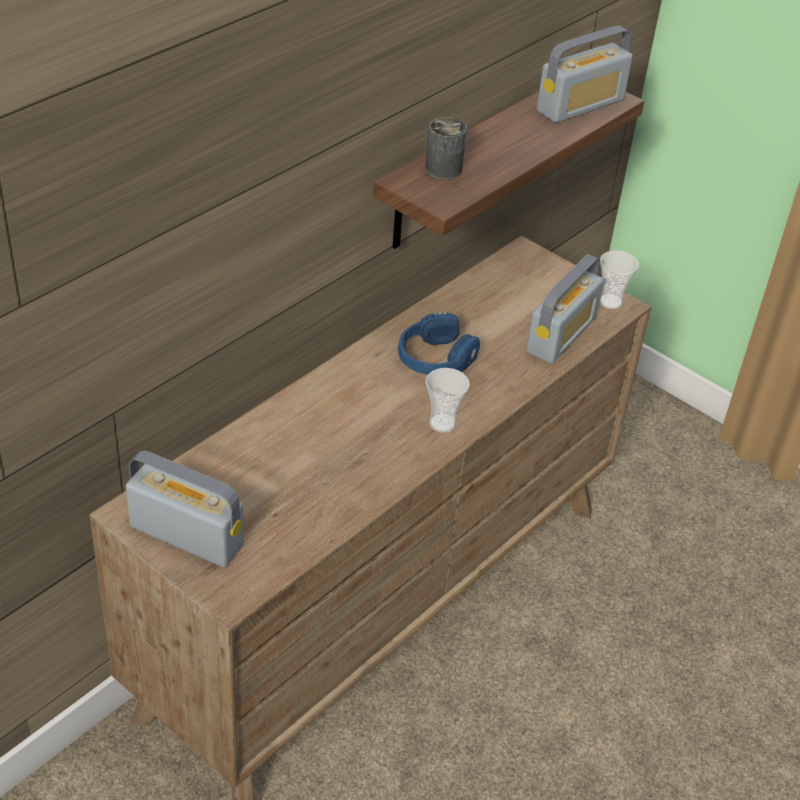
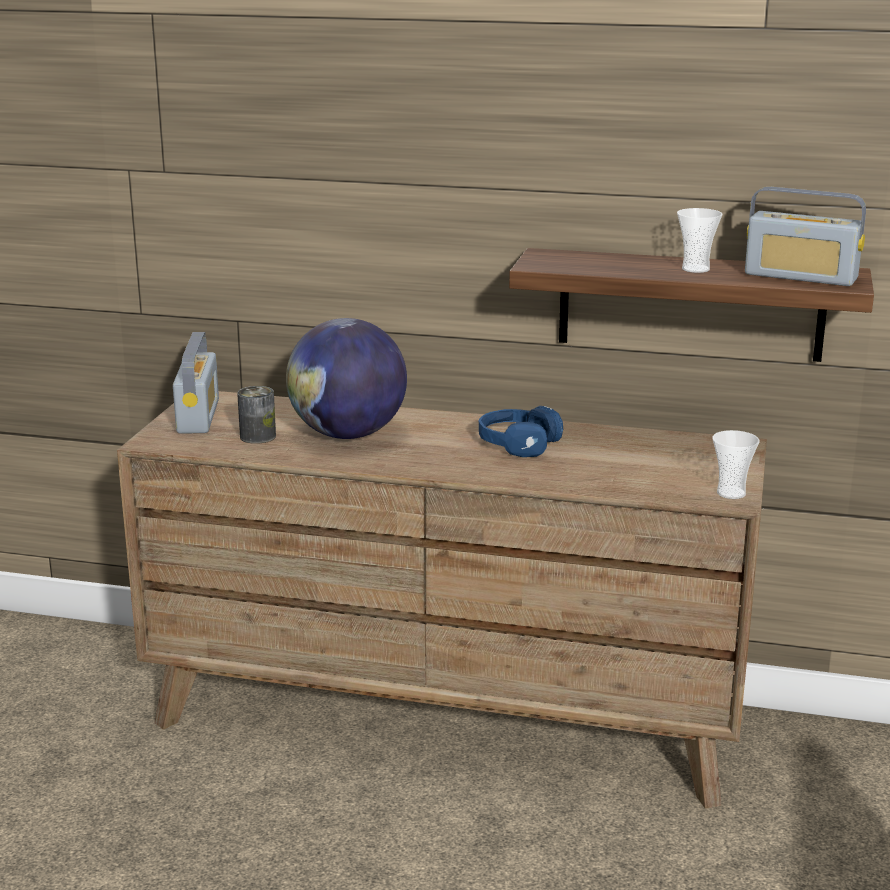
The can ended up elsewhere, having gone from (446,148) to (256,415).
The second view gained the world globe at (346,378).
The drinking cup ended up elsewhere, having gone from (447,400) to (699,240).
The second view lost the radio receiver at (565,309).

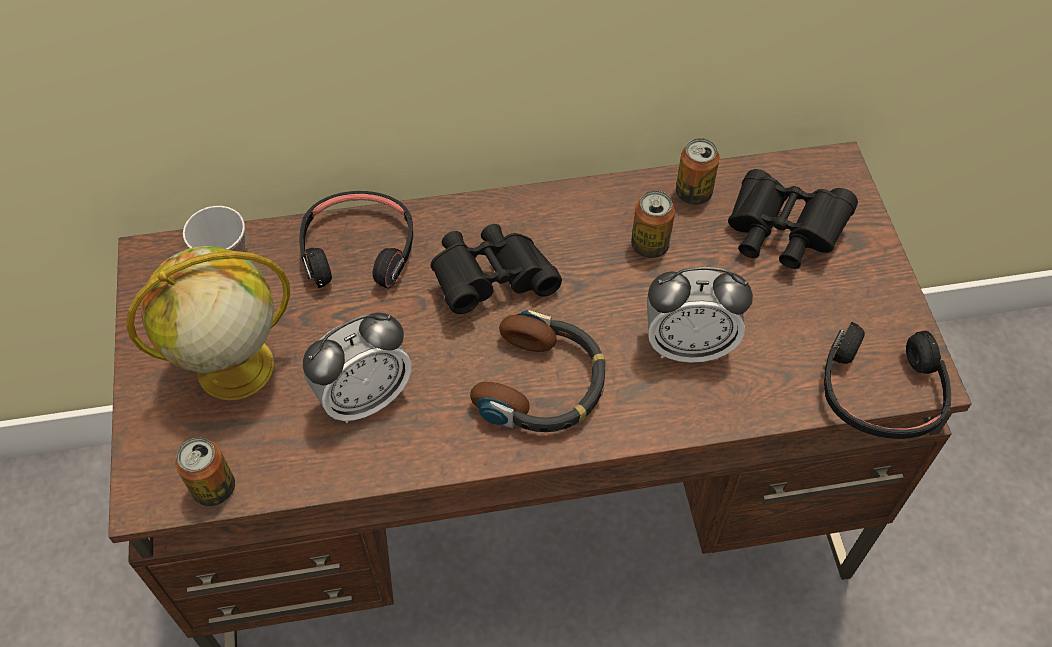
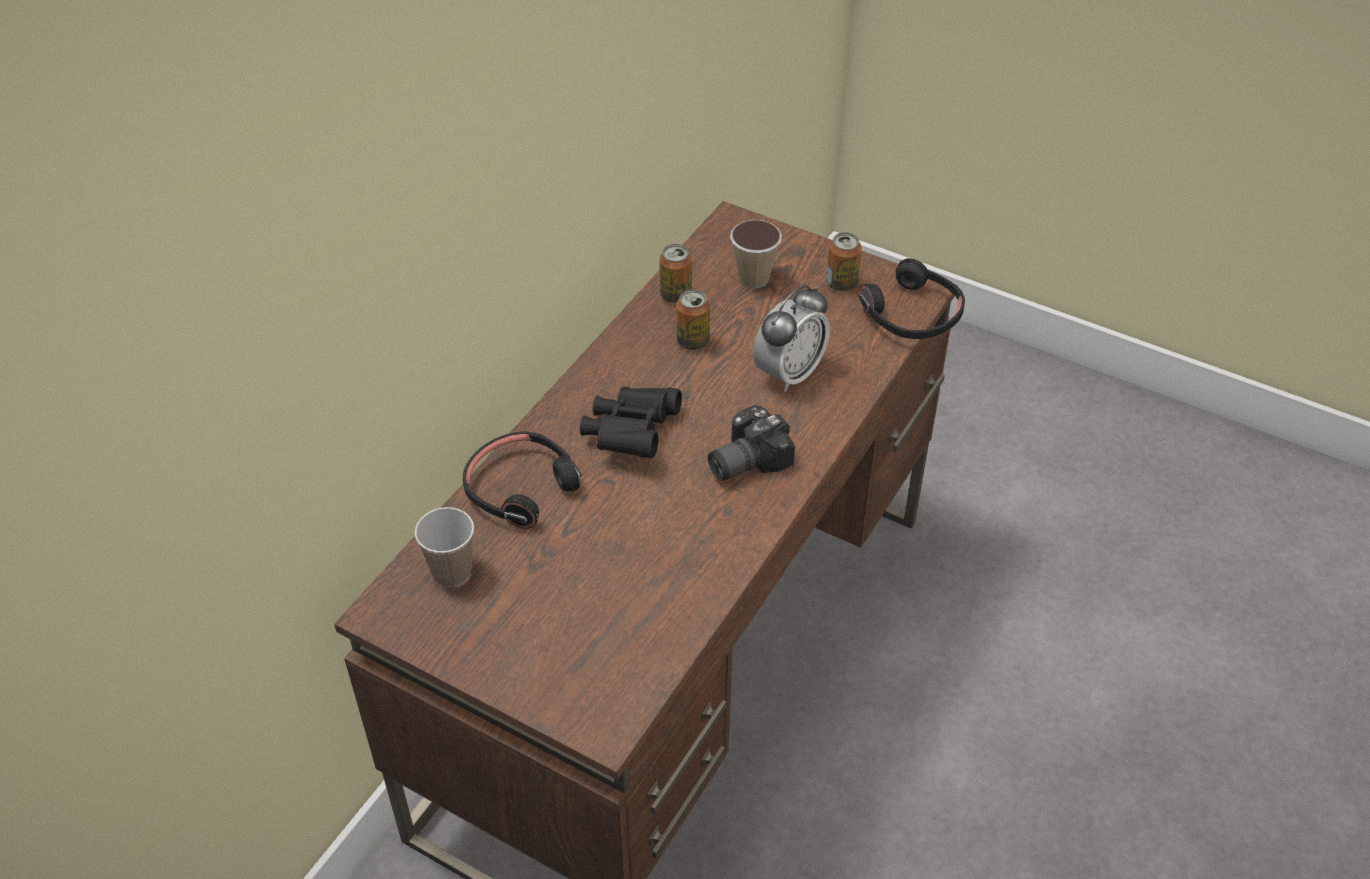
Where the pair of headphones stood at (538,371), the photo camera came to stand at (751,443).
Where the black binoculars stood at (793,219), the drinking cup came to stand at (756,254).
The can ended up elsewhere, having gone from (205,472) to (844,261).
The second view lost the world globe at (208,323).
The second view lost the alarm clock at (357,368).

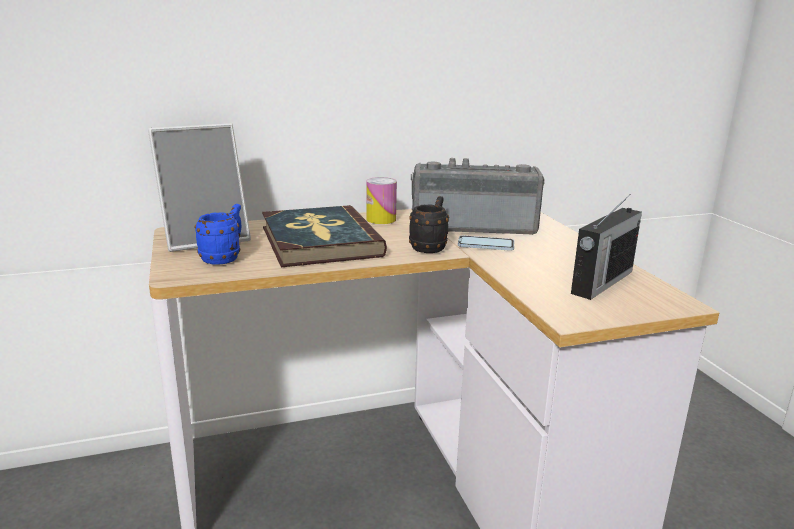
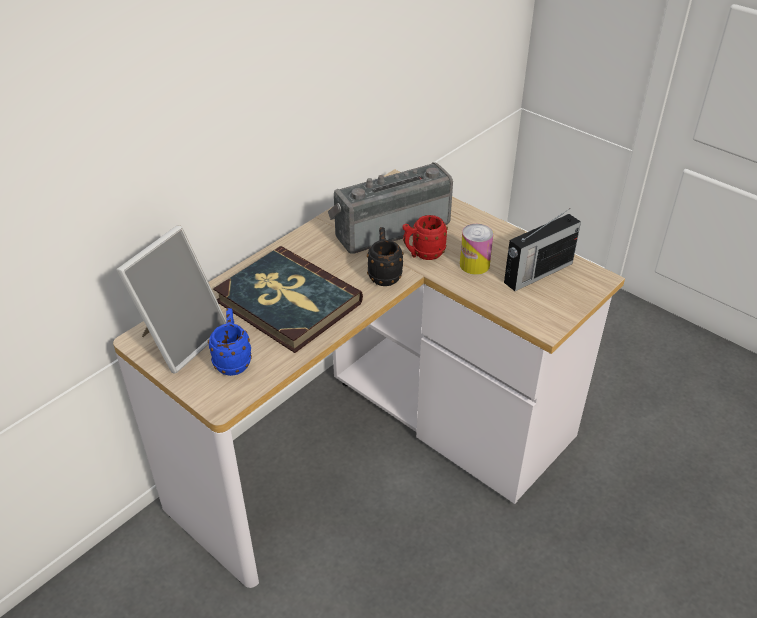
Where the telephone stood at (486,243), the red-coloured tea mug came to stand at (425,237).
The can ended up elsewhere, having gone from (381,200) to (477,249).
The radio receiver at (606,247) ended up facing another way, 45 degrees clockwise from before.

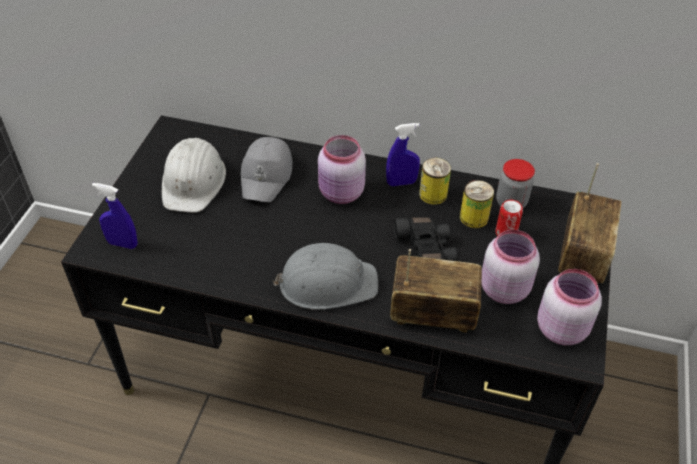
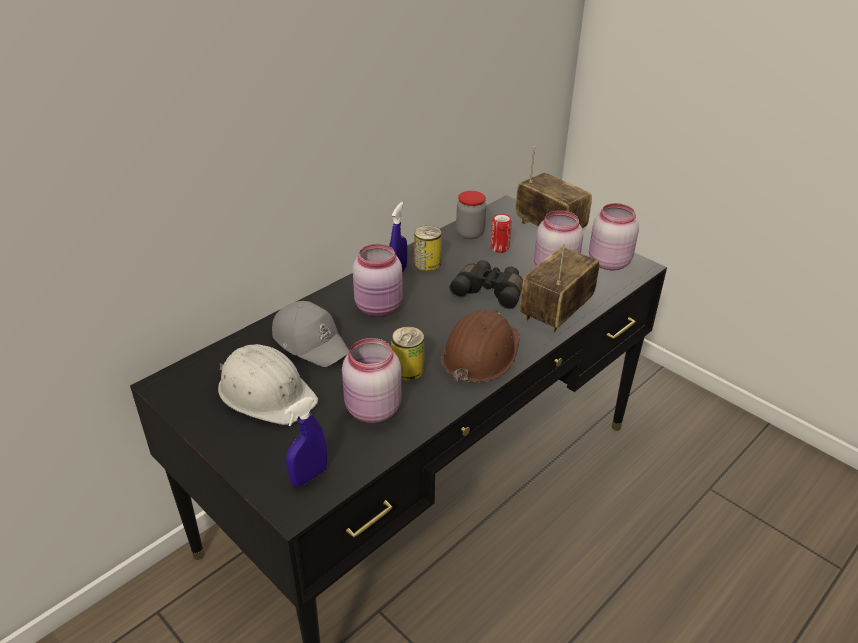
The second view gained the pink-coloured jar at (371,380).
The can ended up elsewhere, having gone from (477,204) to (407,353).
What was the grey work helmet at (325,276) turned into the brown work helmet at (480,346).

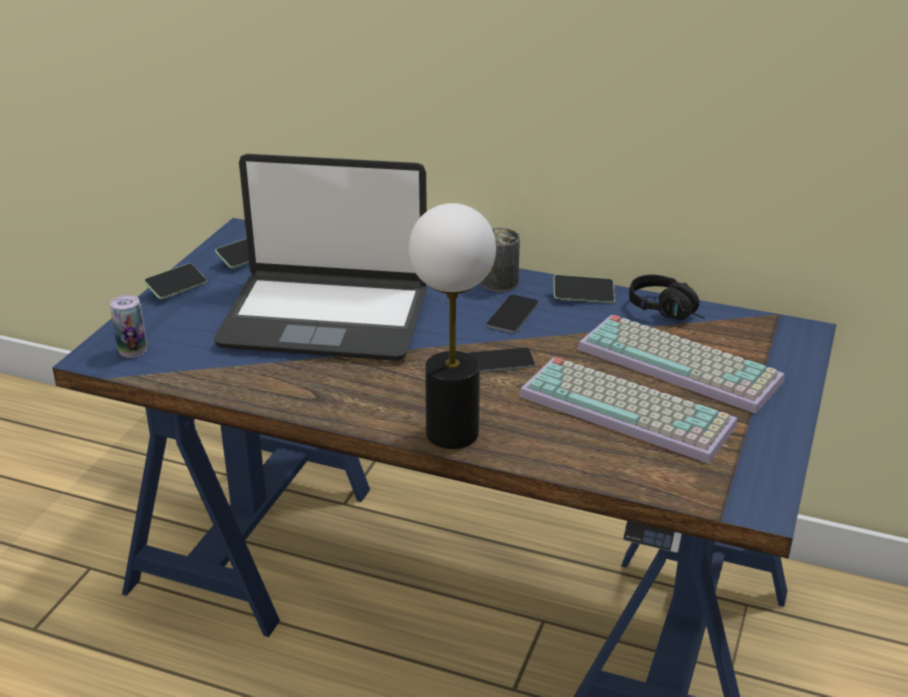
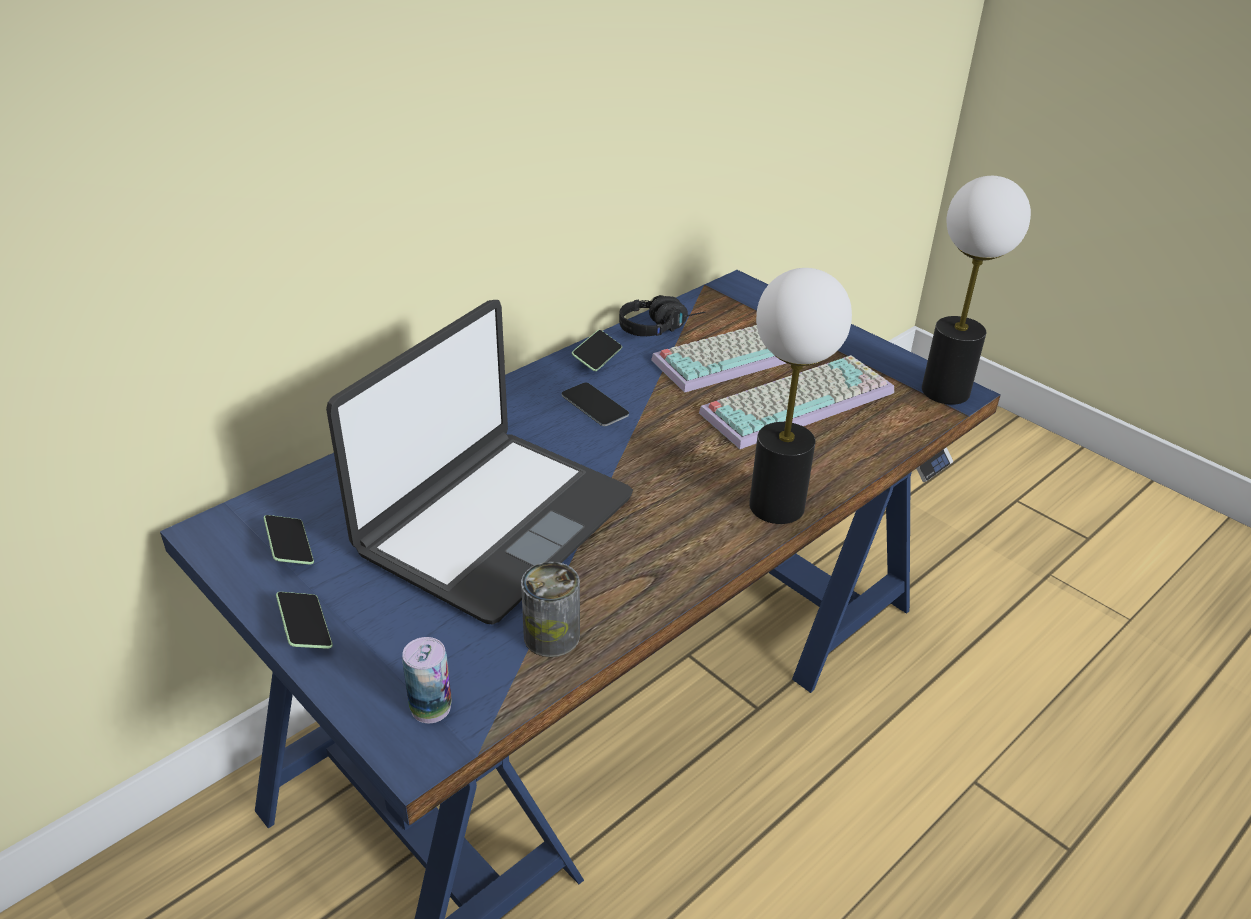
The can ended up elsewhere, having gone from (500,260) to (550,609).
The second view gained the table lamp at (976,290).
The second view lost the telephone at (501,360).

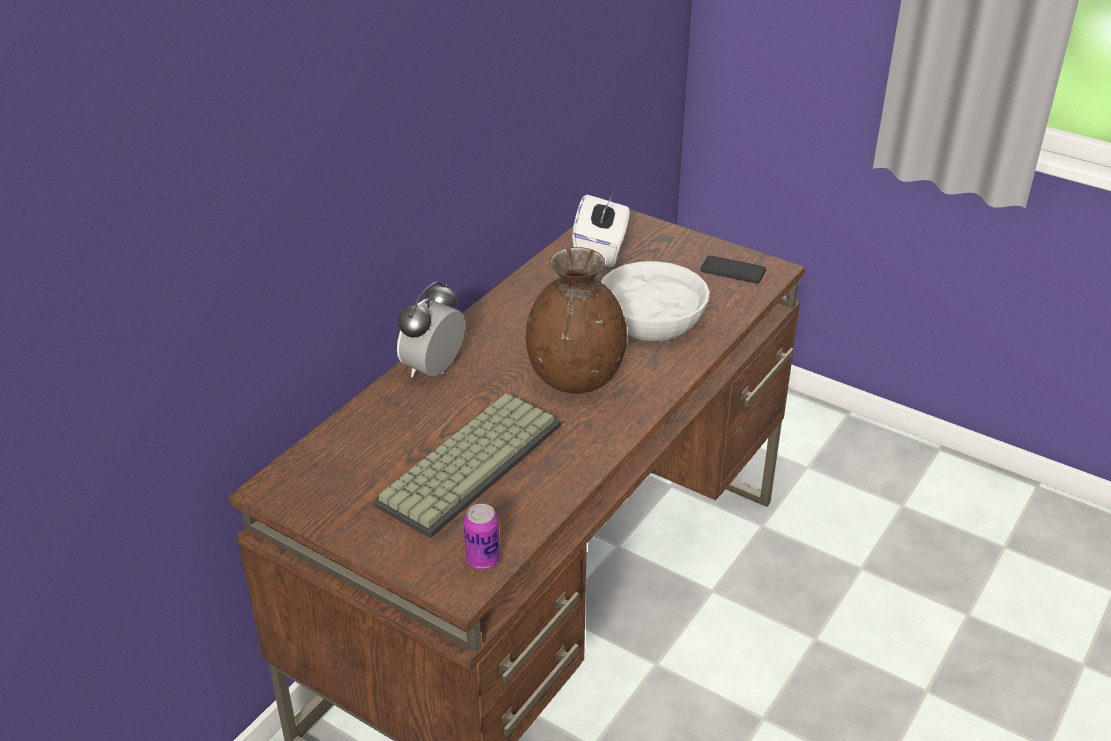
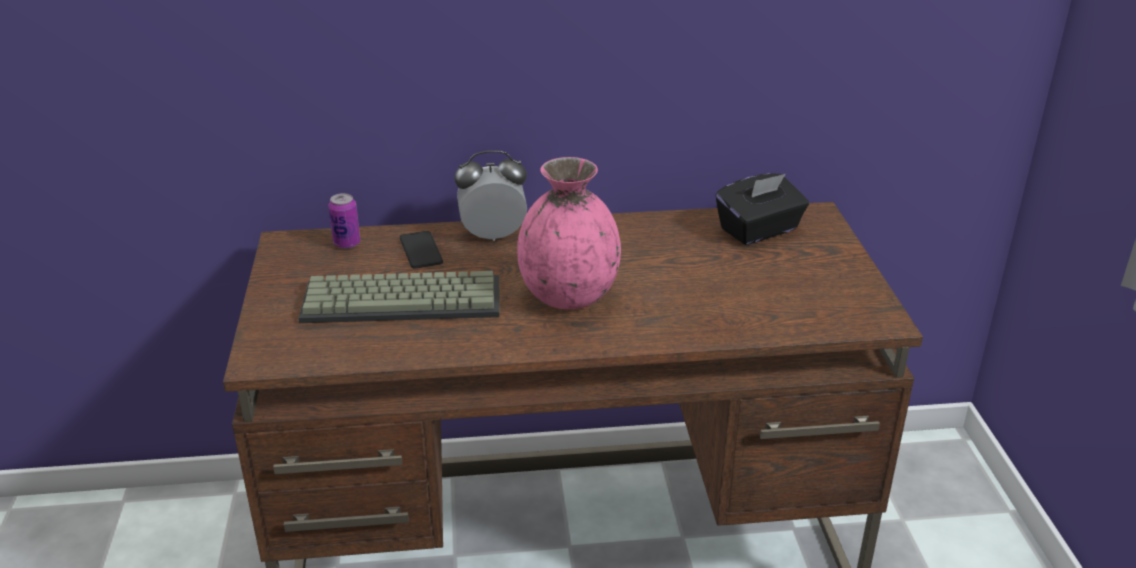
The can ended up elsewhere, having gone from (482,537) to (344,221).
The telephone ended up elsewhere, having gone from (733,269) to (421,249).
What was the brown vase at (576,320) turned into the pink-coloured vase at (569,233).
What was the white box of tissues at (600,231) turned into the black box of tissues at (762,209).
The second view lost the white bowl at (655,301).

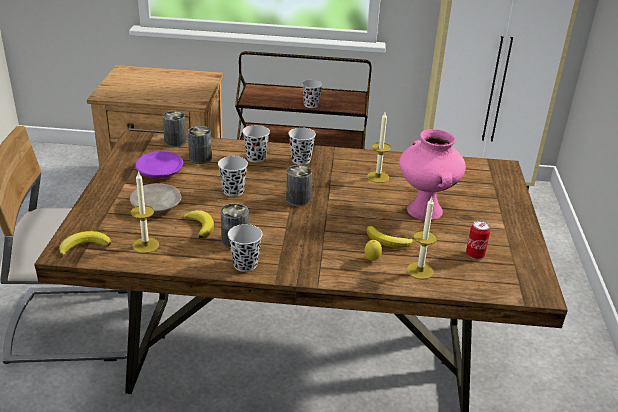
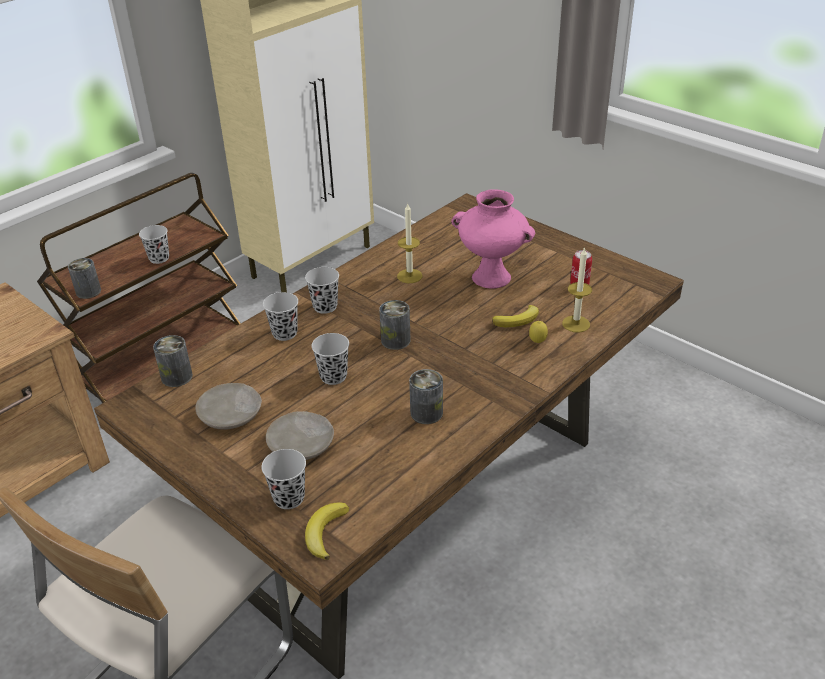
The can ended up elsewhere, having gone from (200,145) to (84,278).
What was the purple plate at (159,164) turned into the beige-coloured plate at (228,406).
The black drinking cup ended up elsewhere, having gone from (245,248) to (284,479).
The second view lost the wax light at (145,212).
The second view lost the banana at (198,224).

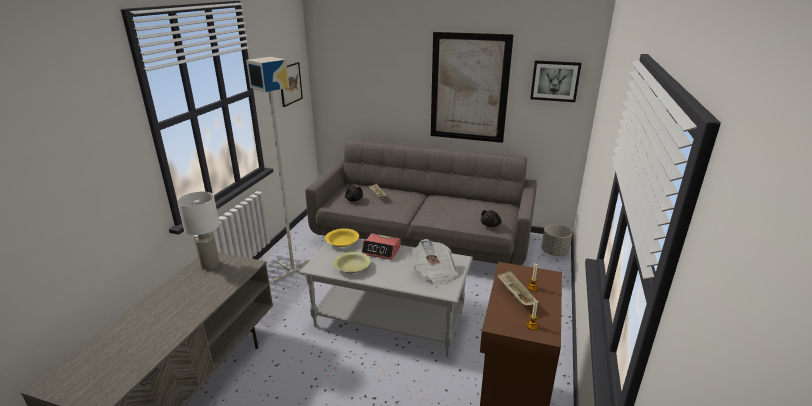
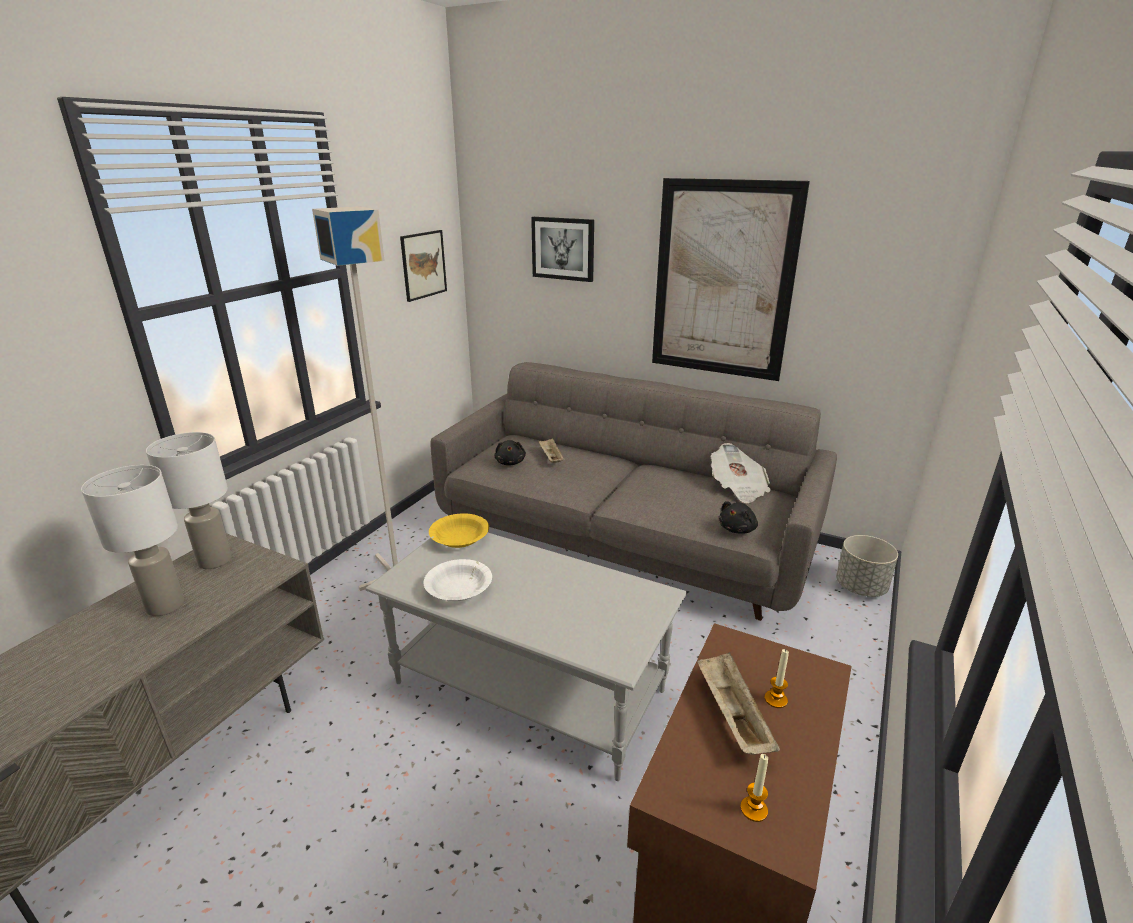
The second view gained the white table lamp at (132,540).
What was the yellowish bowl at (352,262) turned into the white bowl at (458,580).
The picture ended up elsewhere, having gone from (556,81) to (562,249).
The daily paper ended up elsewhere, having gone from (435,263) to (741,473).
The second view lost the alarm clock at (381,246).

